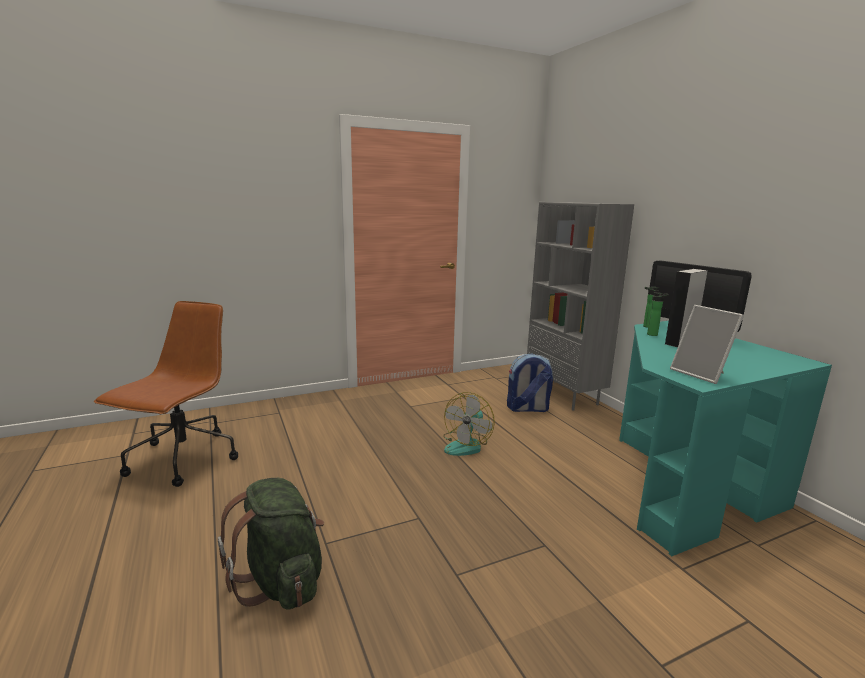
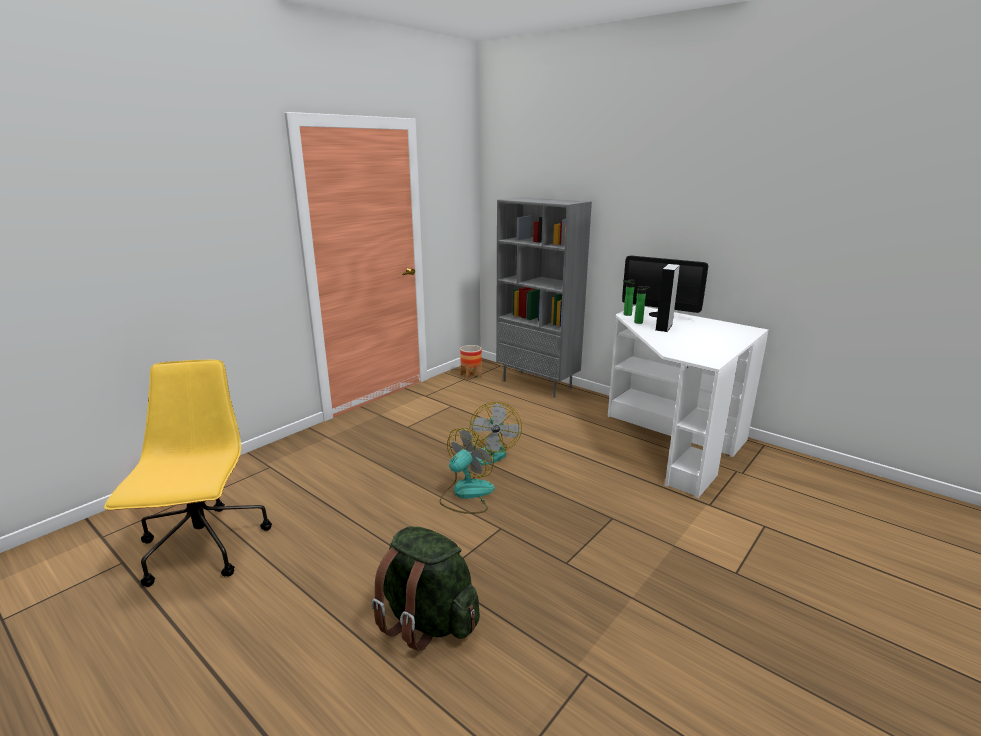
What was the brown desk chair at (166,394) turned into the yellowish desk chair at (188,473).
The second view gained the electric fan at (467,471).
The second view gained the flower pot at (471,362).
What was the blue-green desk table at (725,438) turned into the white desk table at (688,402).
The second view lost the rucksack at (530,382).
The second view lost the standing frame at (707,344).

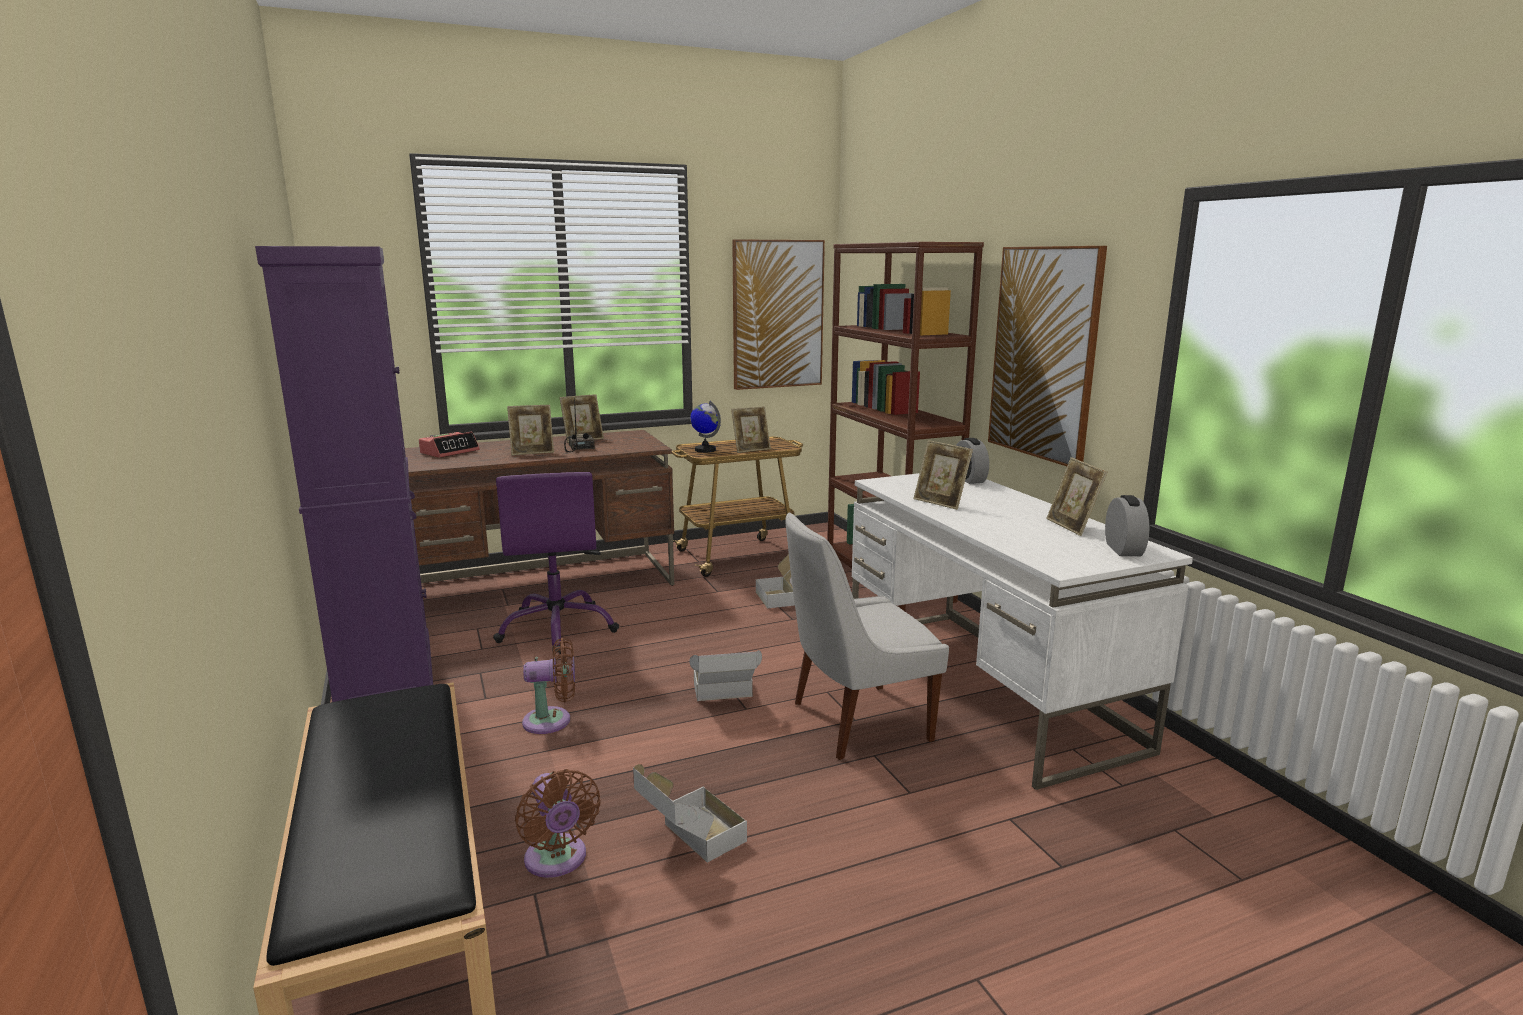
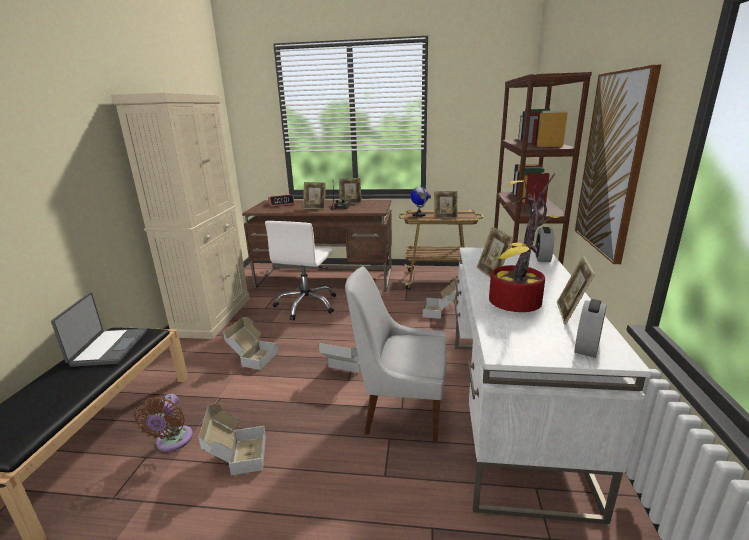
The second view gained the laptop at (99,330).
What was the purple storage cabinet at (344,474) turned into the beige-coloured storage cabinet at (180,216).
Where the brown electric fan stood at (548,686), the packing box came to stand at (250,343).
What was the purple desk chair at (556,563) turned into the white desk chair at (300,270).
The second view gained the plant in a pot at (524,242).
The second view lost the picture at (778,314).

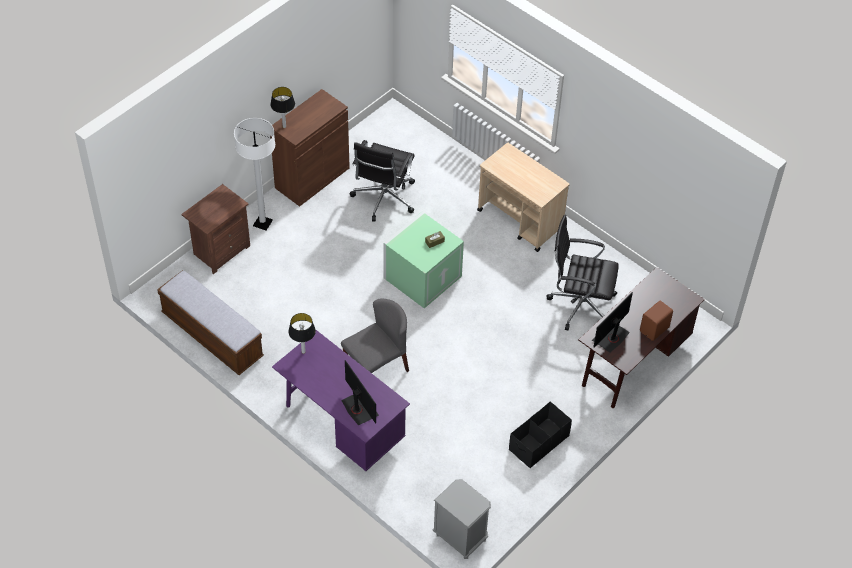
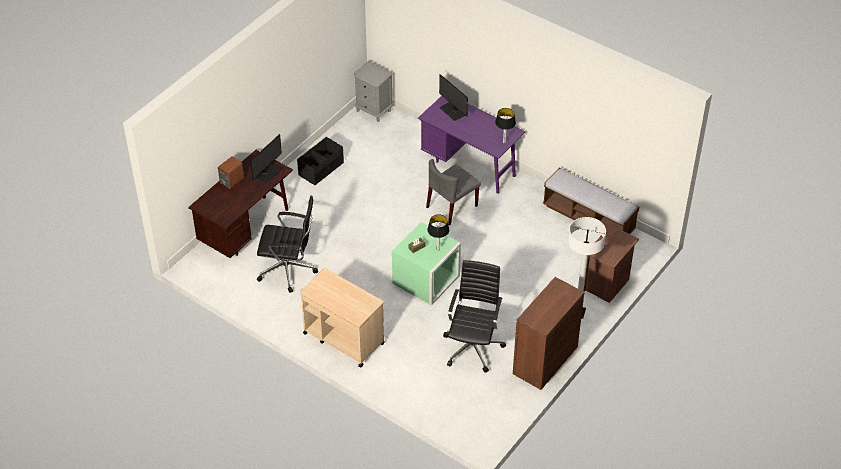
The table lamp ended up elsewhere, having gone from (282,107) to (438,232).

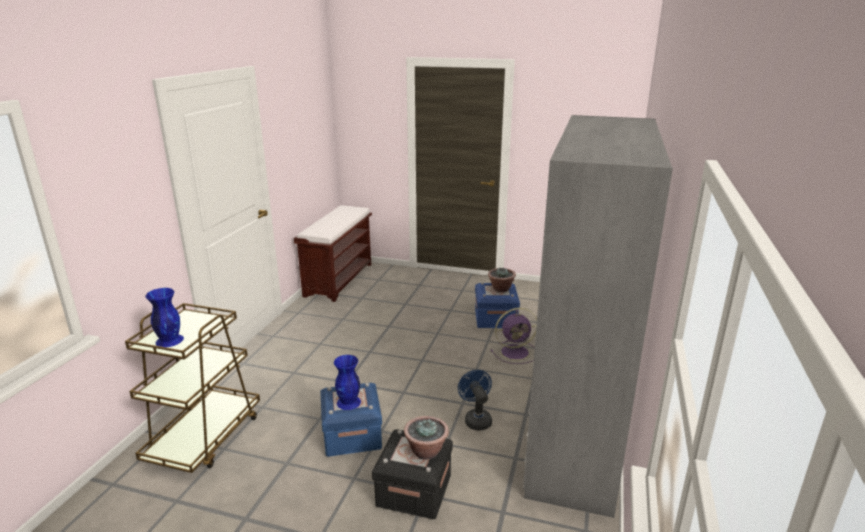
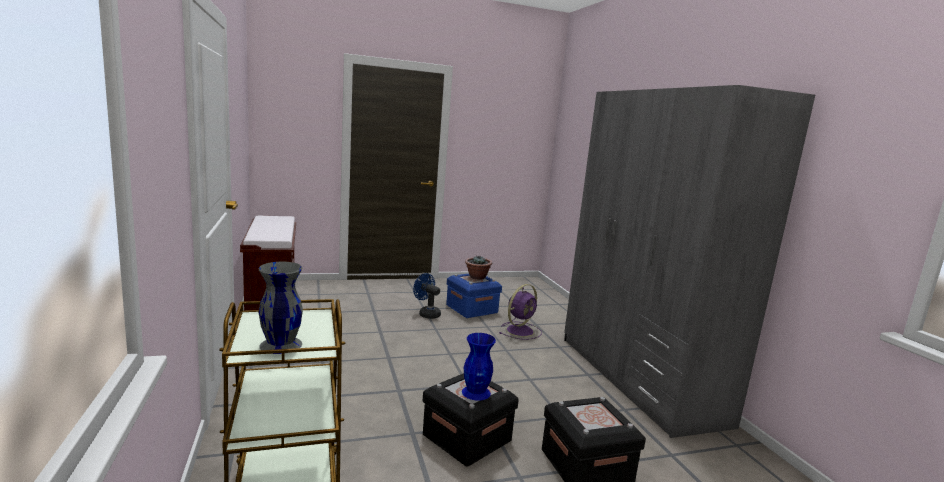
What was the blue-coloured vase at (164,317) turned into the grey vase at (280,308).
The blue-coloured electric fan ended up elsewhere, having gone from (475,400) to (427,296).
What was the blue-coloured storage container at (351,420) turned into the black storage container at (470,420).
The second view lost the plant in a pot at (426,438).

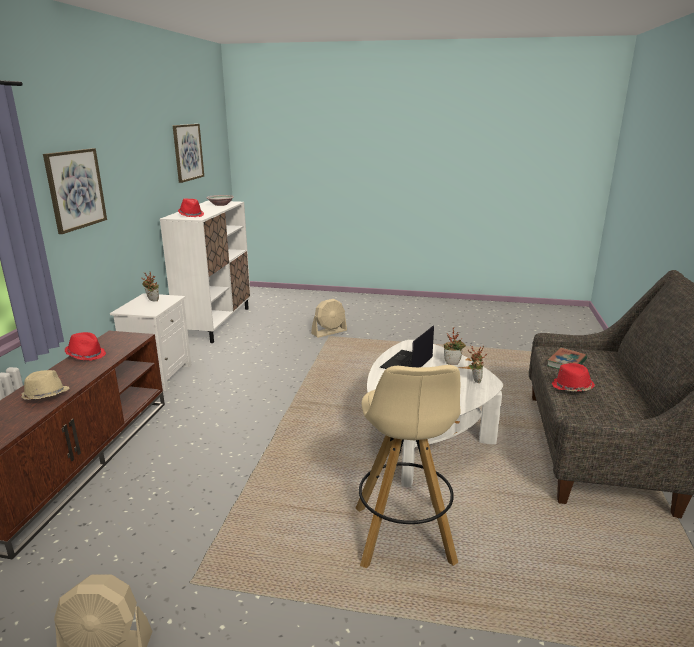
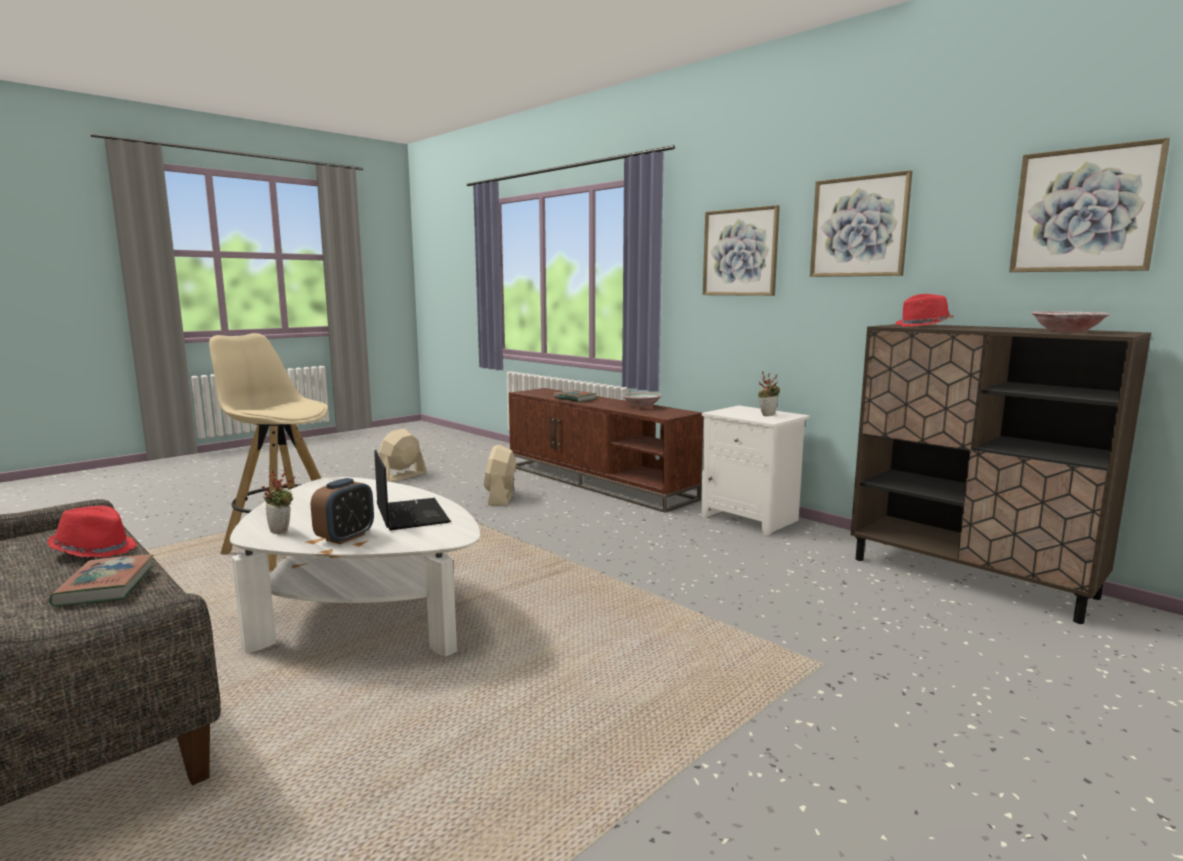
Where the plant in a pot stood at (455,346), the alarm clock came to stand at (342,511).
The beige-coloured electric fan ended up elsewhere, having gone from (329,318) to (500,475).
Where the beige-coloured hat stood at (45,385), the volume came to stand at (575,396).
Where the red-coloured hat stood at (85,346), the bowl came to stand at (642,400).
The second view gained the picture at (861,223).
What was the white storage cabinet at (205,272) turned into the brown storage cabinet at (1001,474).

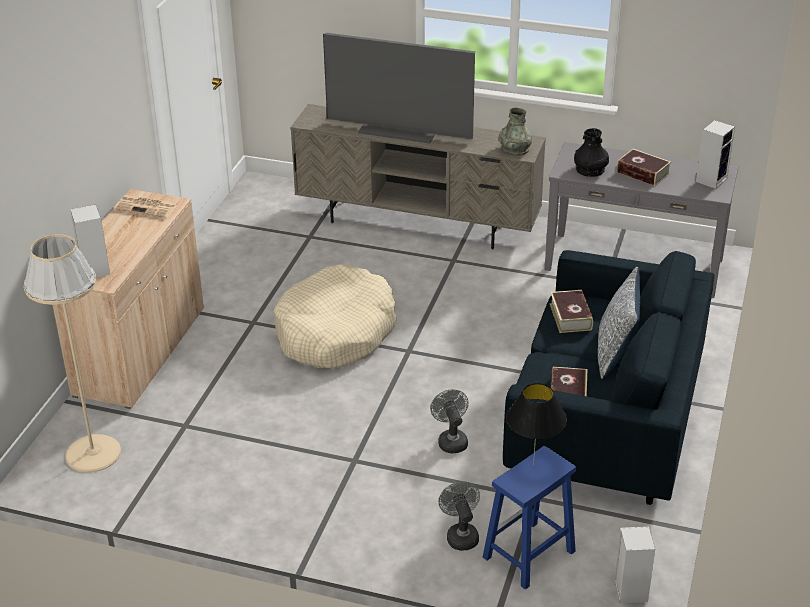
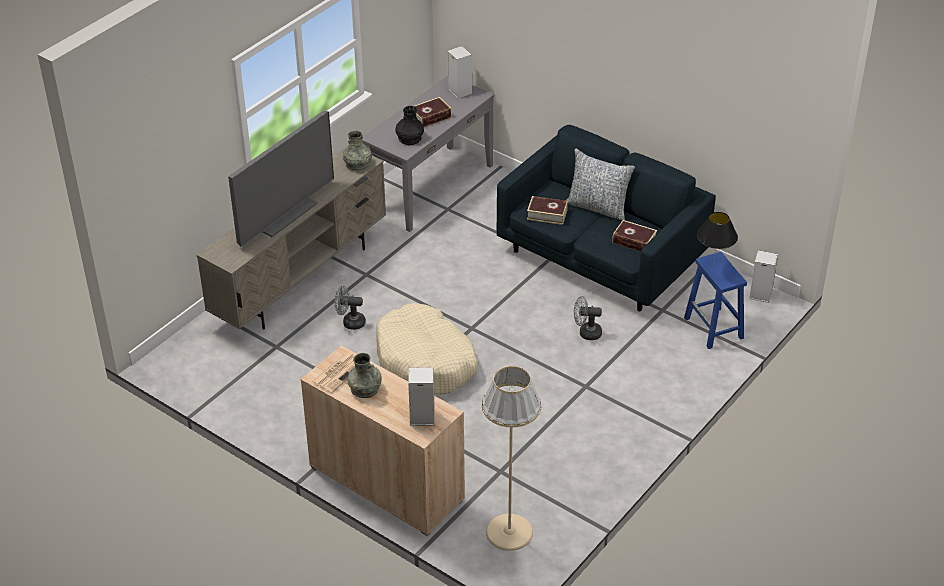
The grey electric fan ended up elsewhere, having gone from (459,516) to (350,308).
The second view gained the grey vase at (365,375).

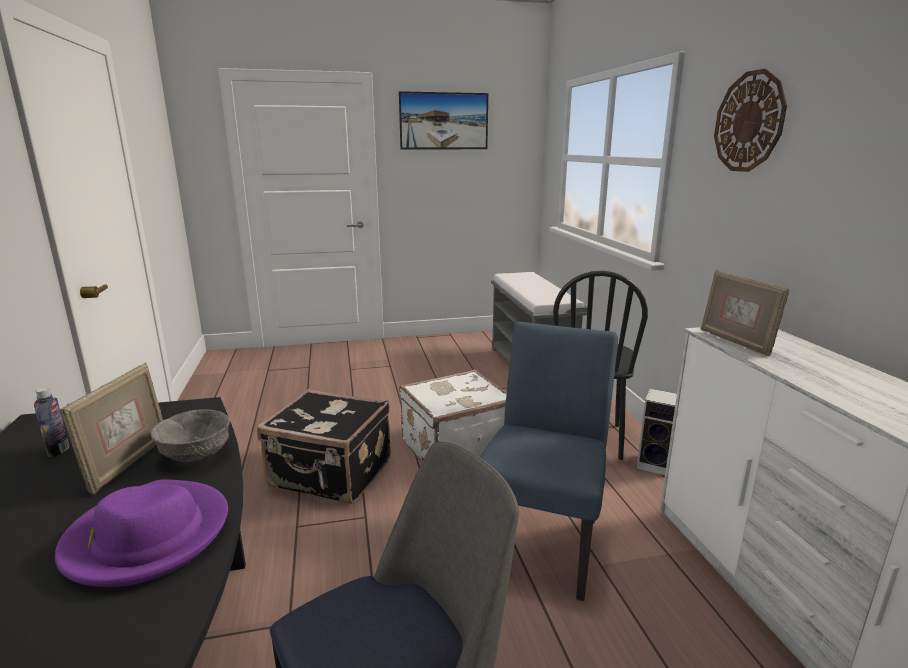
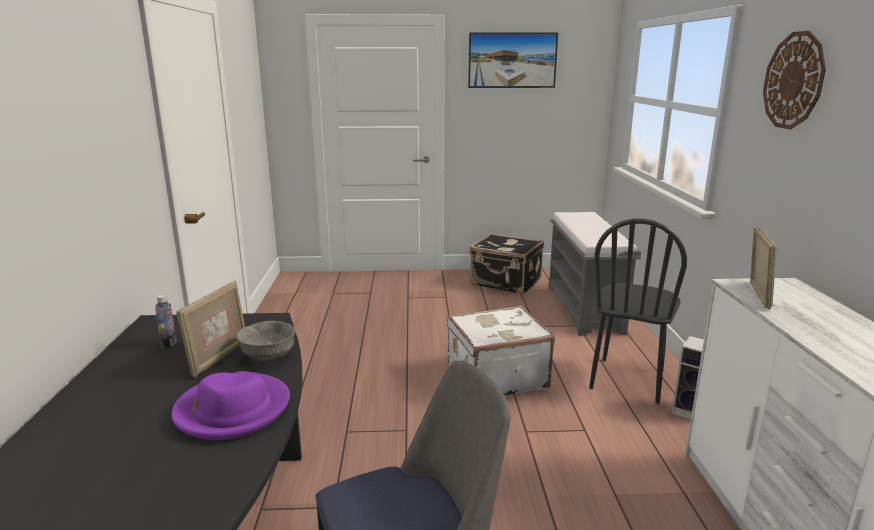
The black travel case ended up elsewhere, having gone from (324,446) to (506,263).
The standing frame at (745,313) ended up facing another way, 150 degrees counterclockwise from before.
The second view lost the blue-coloured upright chair at (549,461).

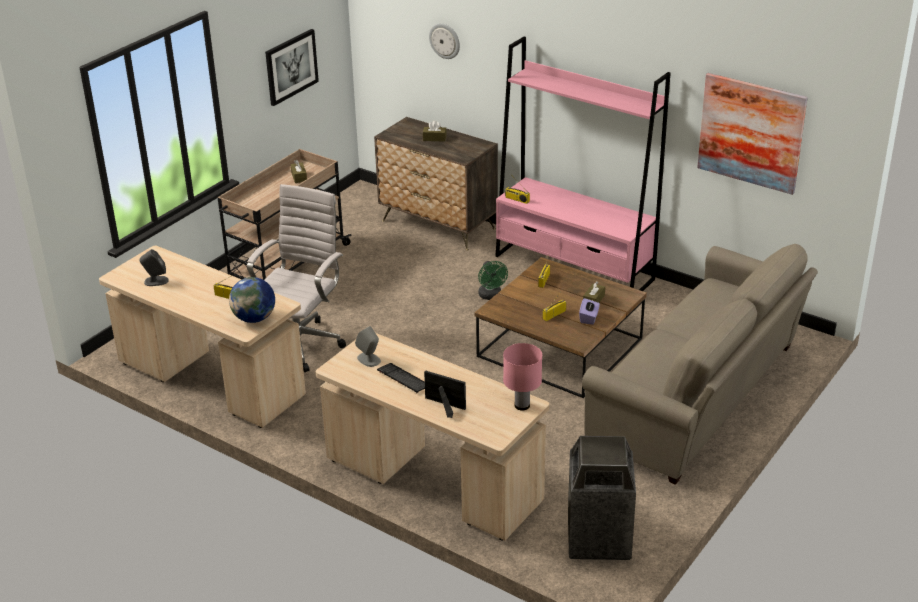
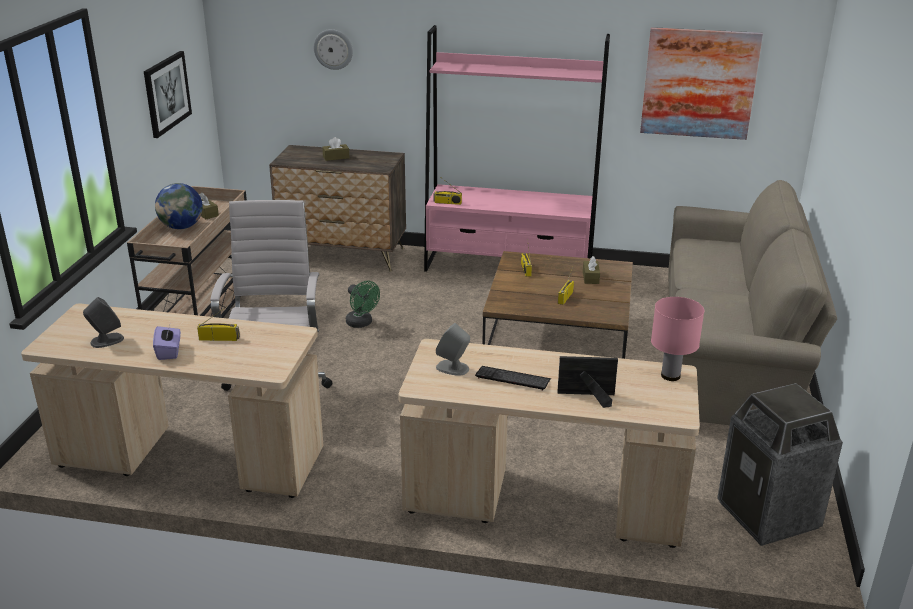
The purple box of tissues ended up elsewhere, having gone from (589,311) to (167,342).
The world globe ended up elsewhere, having gone from (252,300) to (179,206).
The green-coloured electric fan ended up elsewhere, having gone from (493,280) to (363,304).

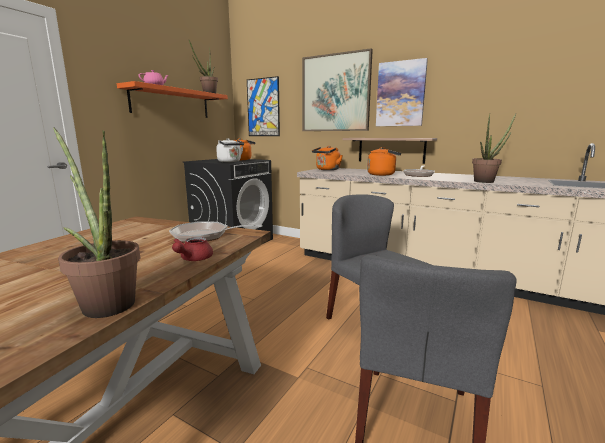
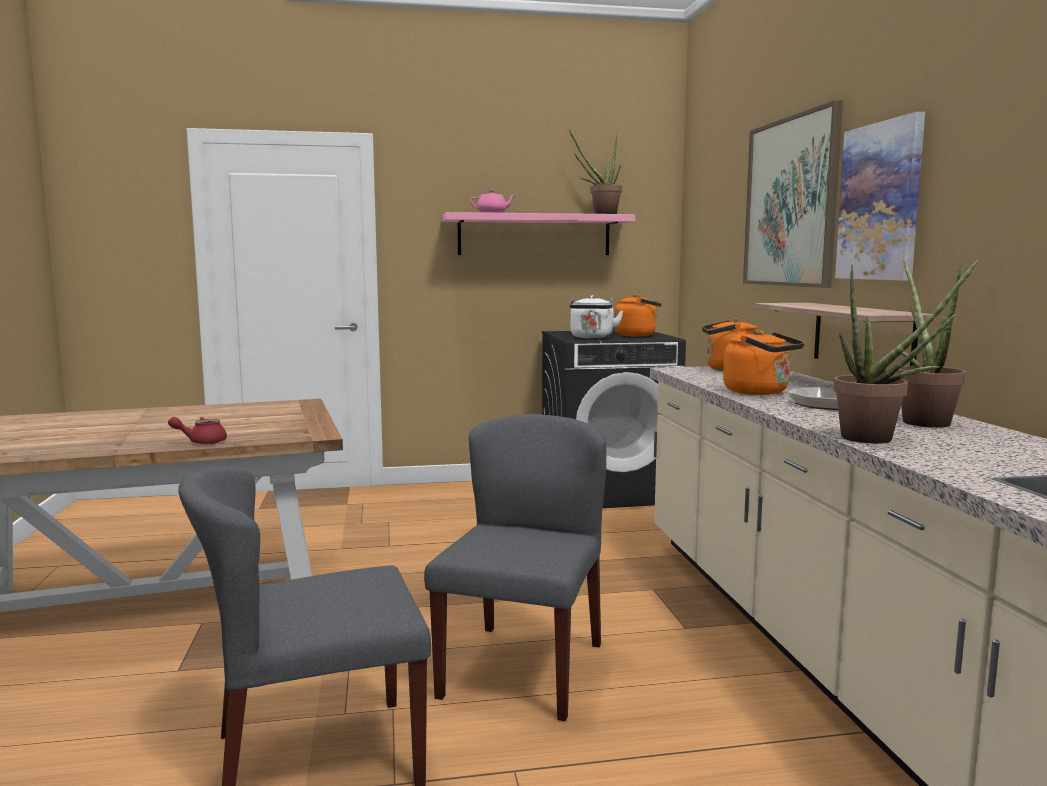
What was the orange-coloured wall shelf at (172,99) turned into the pink-coloured wall shelf at (538,233).
The plant in a pot ended up elsewhere, having gone from (96,222) to (931,344).
The second view lost the skillet at (216,231).
The second view lost the picture at (263,106).

